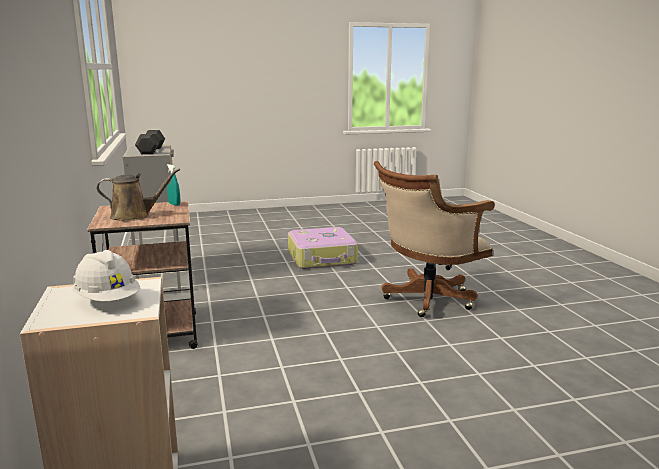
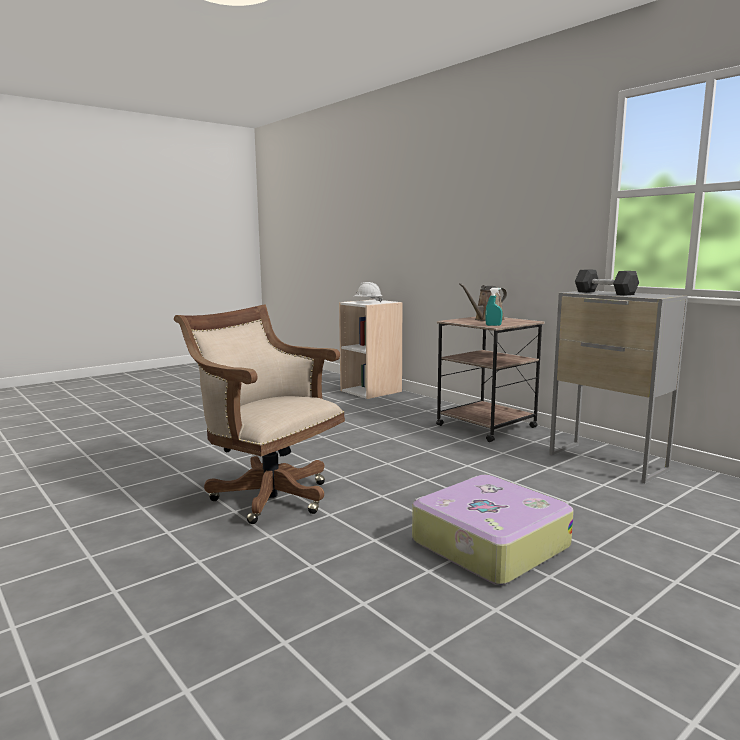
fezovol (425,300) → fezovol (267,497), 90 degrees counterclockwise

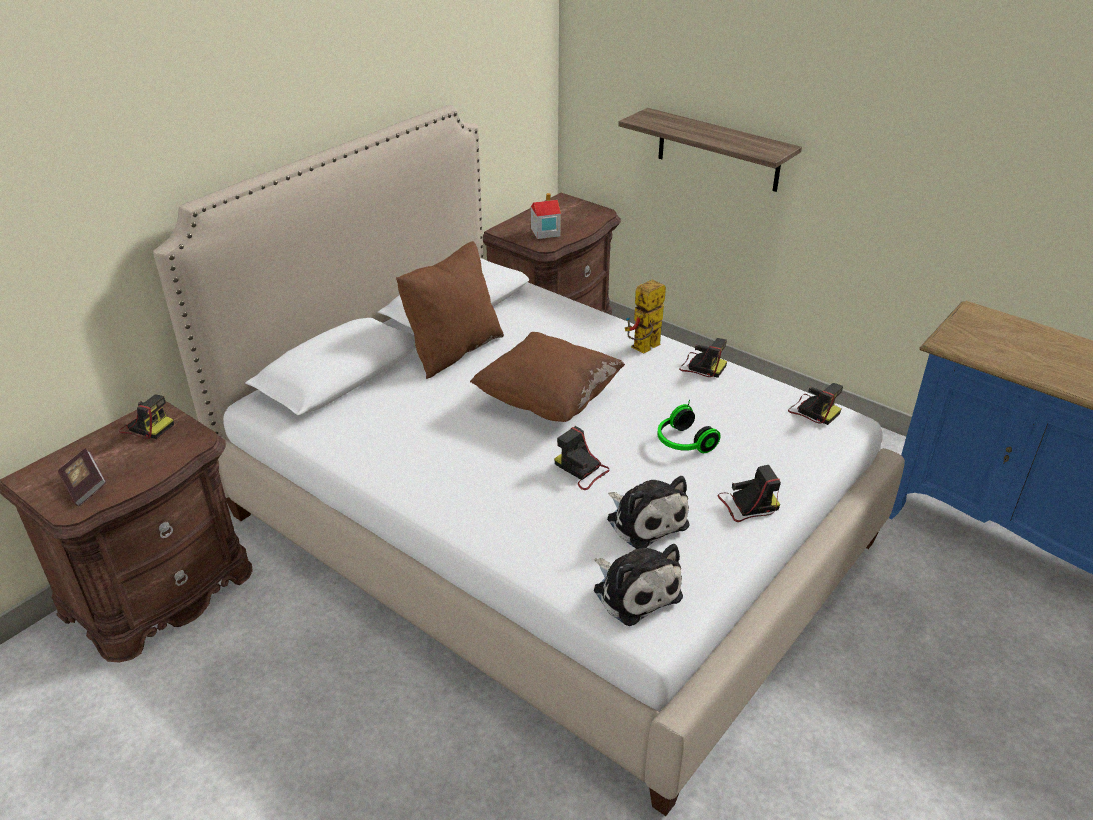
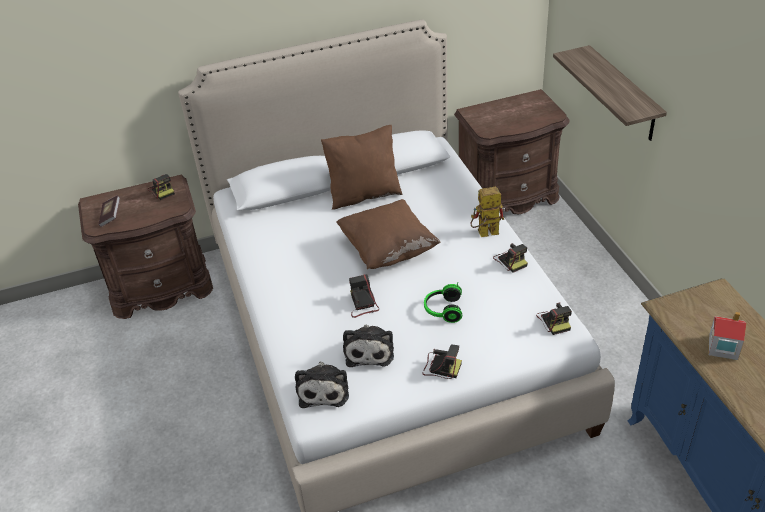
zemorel (545,232) → zemorel (722,347), shifted

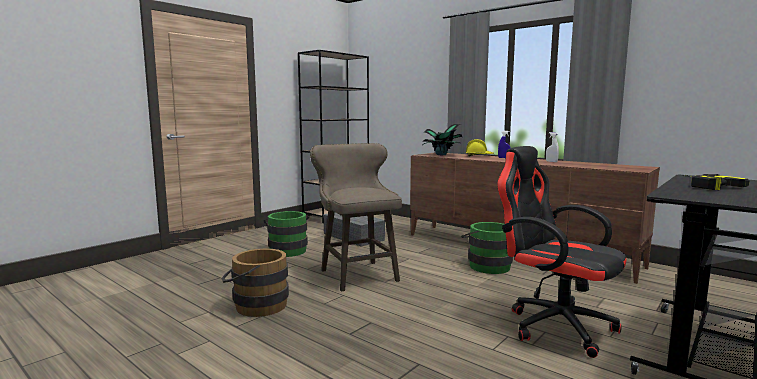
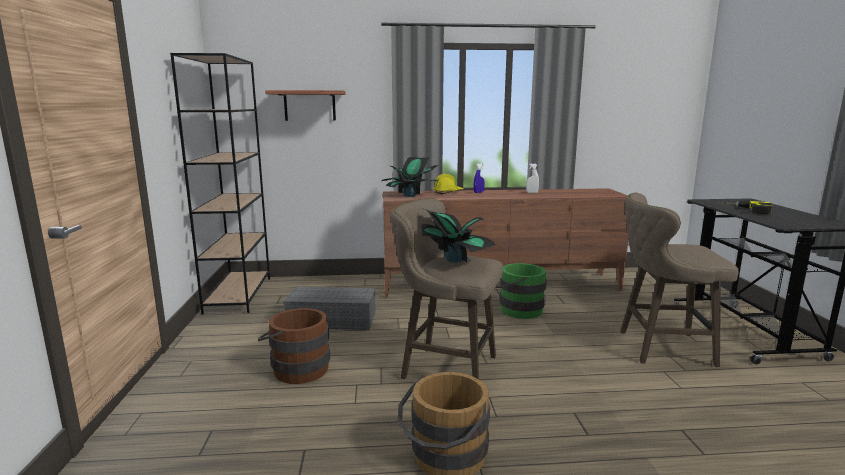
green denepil (287,250) → brown denepil (296,368)
black fezovol (553,325) → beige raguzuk (660,347)
- → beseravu (309,105)
- → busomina (454,260)

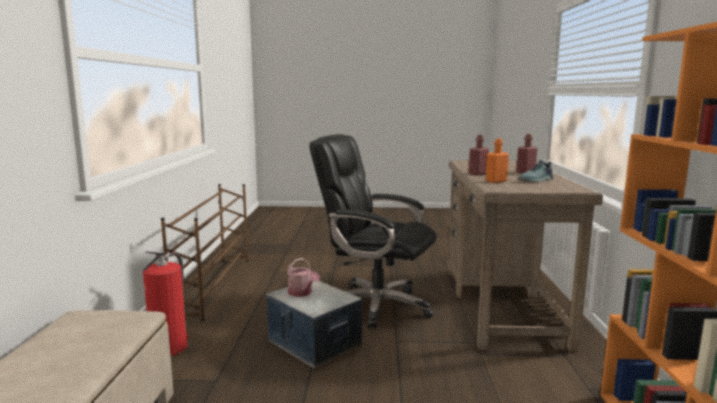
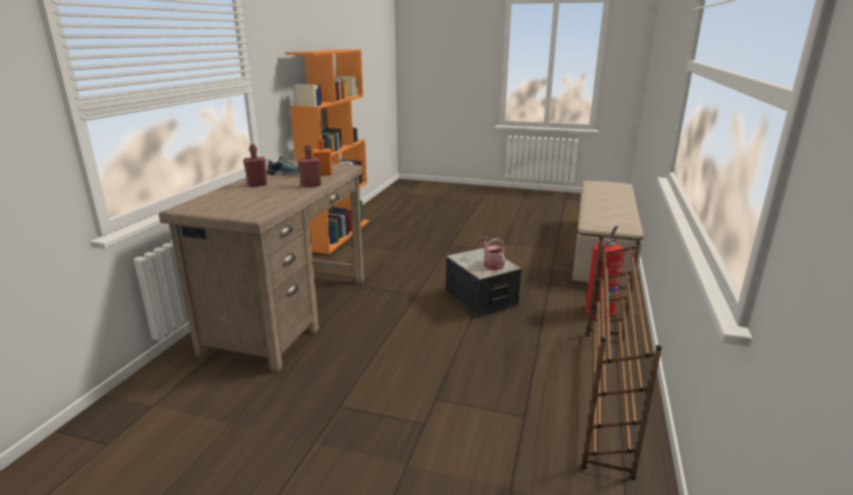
black fezovol (375,306) → -

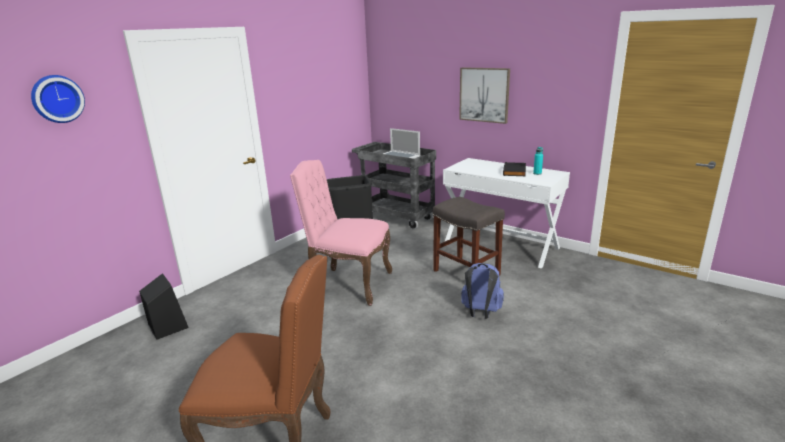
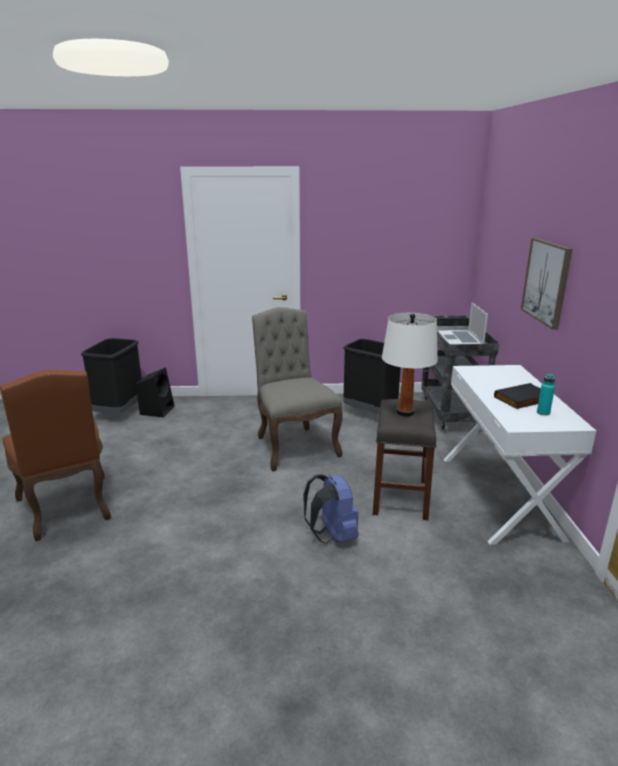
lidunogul (57,99) → -
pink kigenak (350,284) → grey kigenak (294,446)
- → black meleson (119,412)
- → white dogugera (405,412)

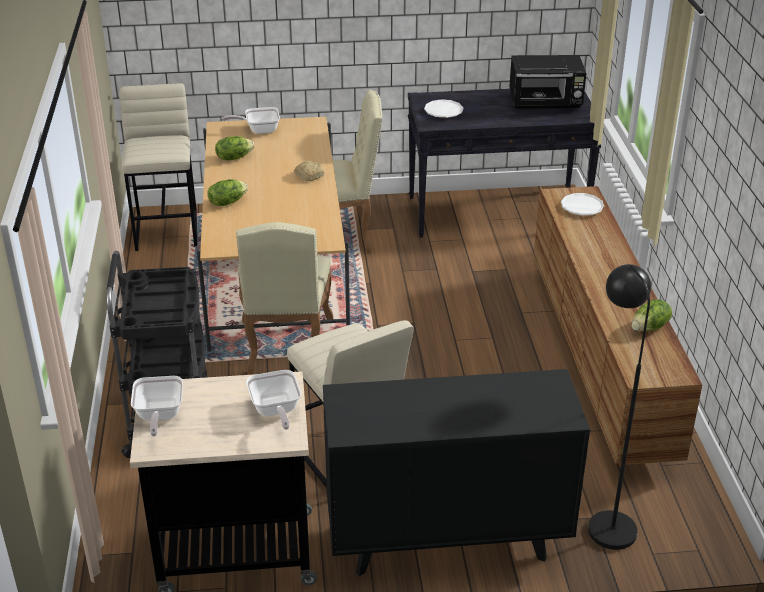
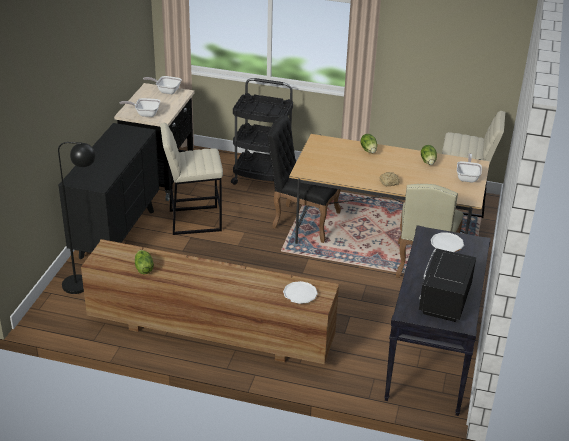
beige kigenak (286,348) → black kigenak (304,221)

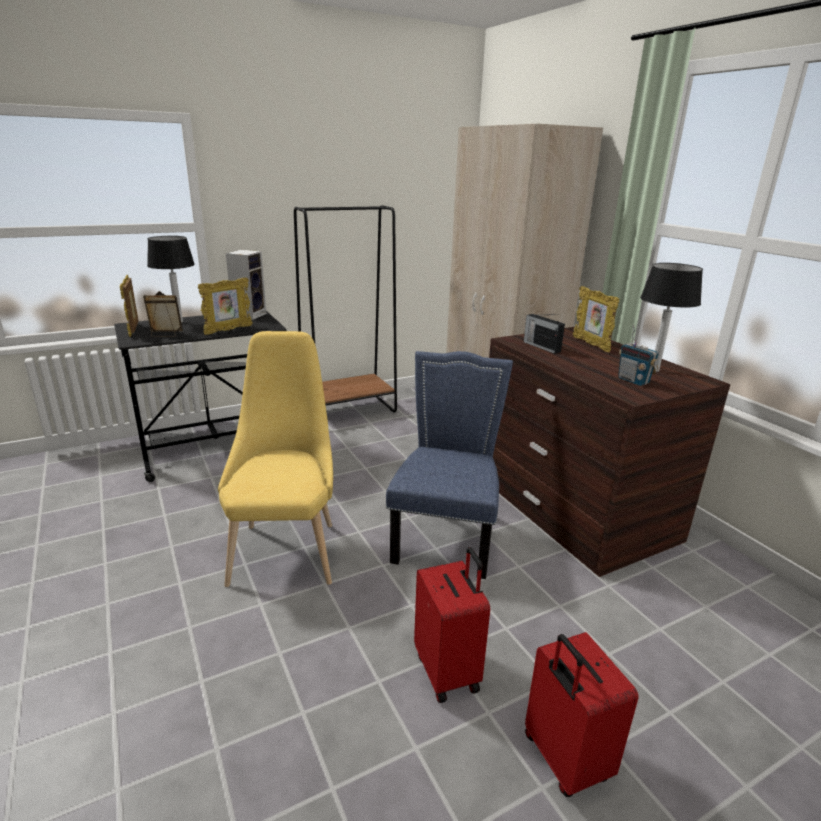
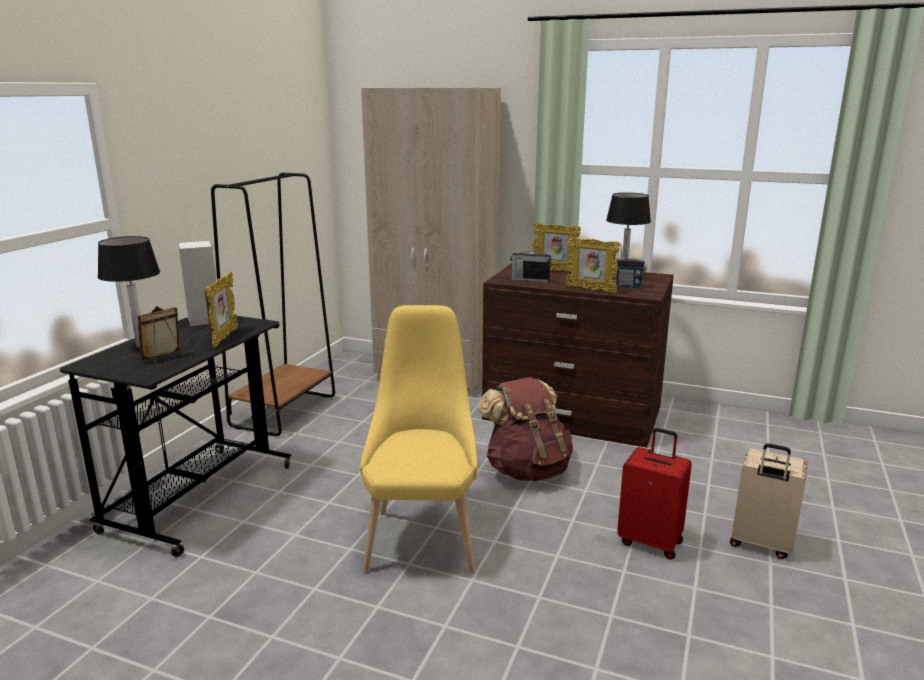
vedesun (134,330) → vedesun (590,289), shifted
yellow kigenak (286,548) → yellow kigenak (422,535), 45 degrees clockwise
blue kigenak (445,538) → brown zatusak (527,470)
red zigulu (563,759) → beige zigulu (760,545)

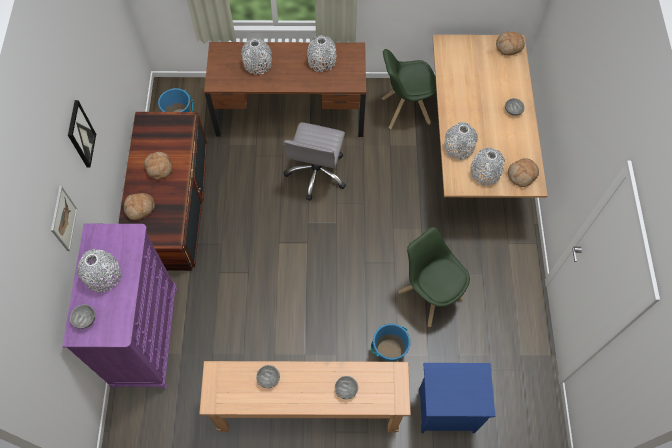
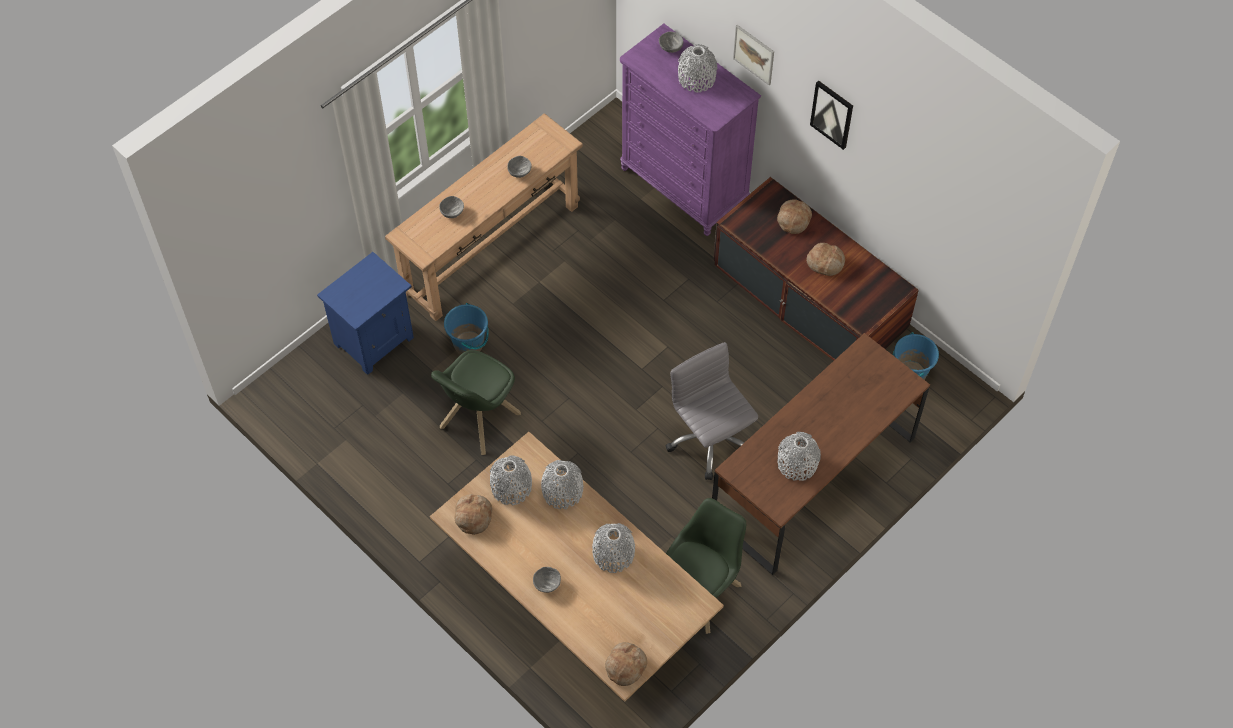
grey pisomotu (257,63) → grey pisomotu (613,554), shifted
green kigenak (429,295) → green kigenak (479,420), 120 degrees clockwise

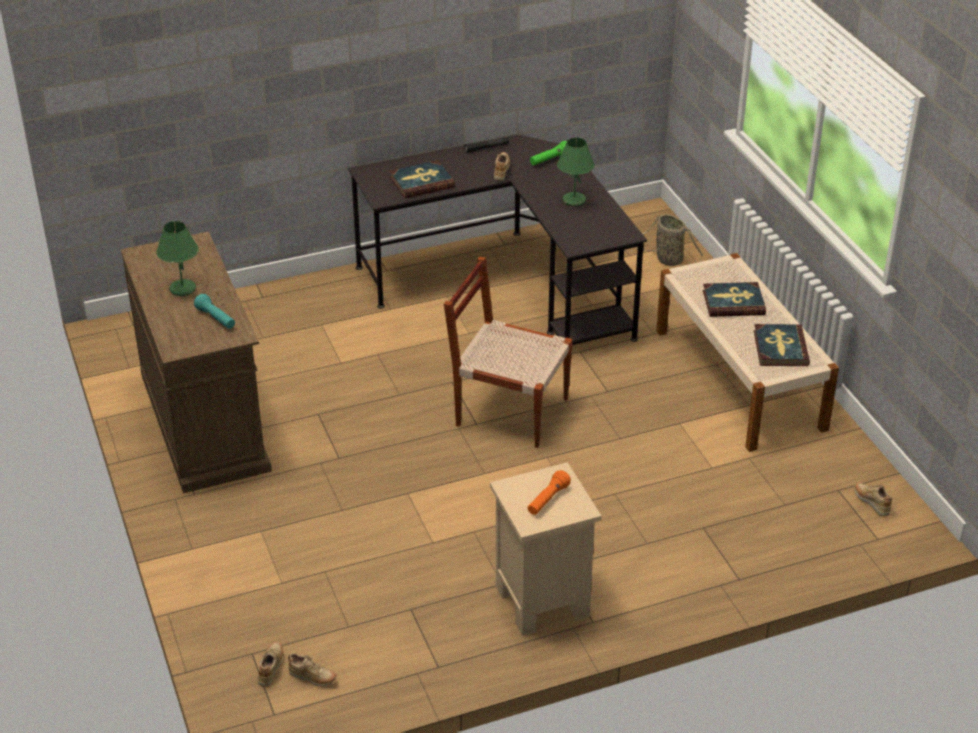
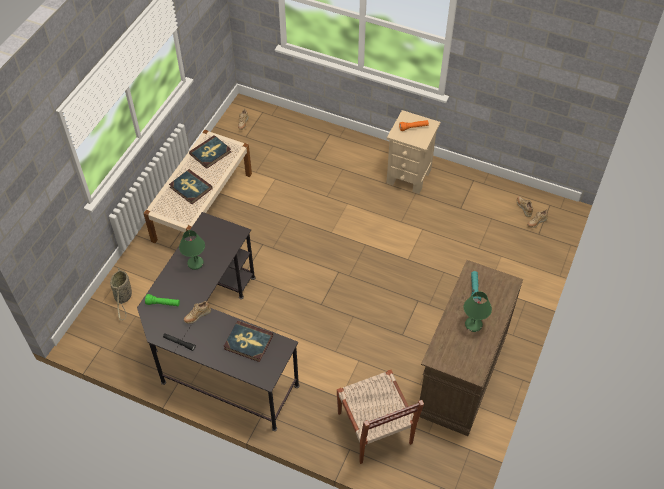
kigenak (509,411) → kigenak (375,431), shifted

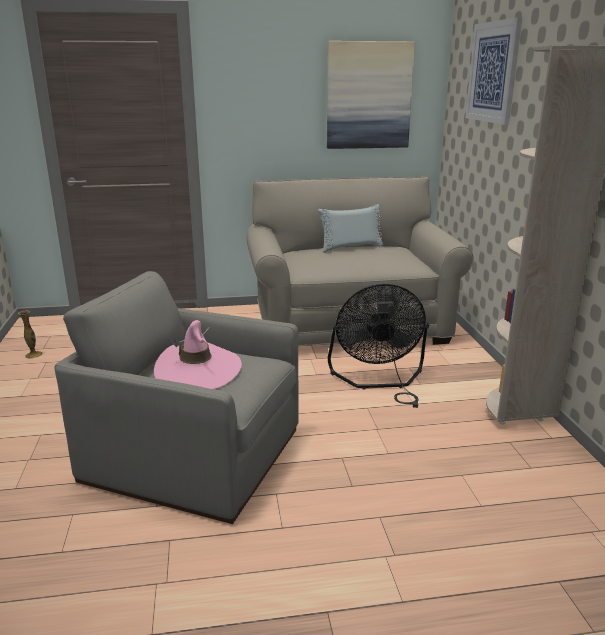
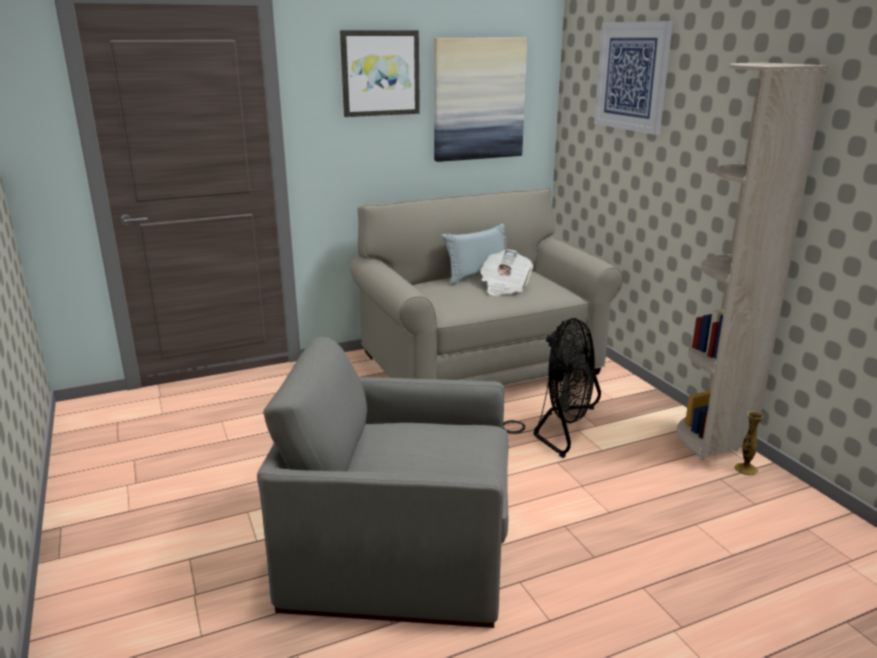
pisomotu (34,355) → pisomotu (746,469), shifted
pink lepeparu (198,370) → -
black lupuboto (383,381) → black lupuboto (556,428), 135 degrees clockwise
- → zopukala (380,73)
- → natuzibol (504,287)

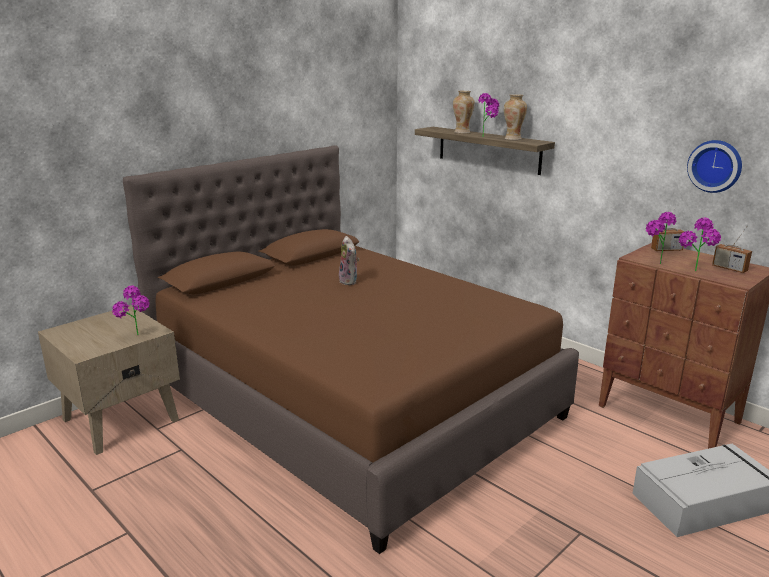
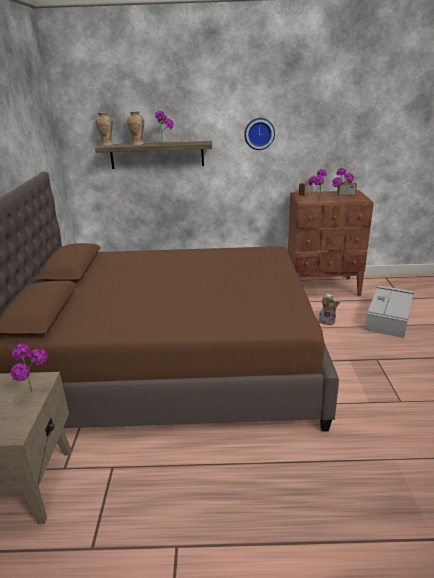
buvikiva (350,281) → buvikiva (327,321), shifted
pisomotu (513,139) → pisomotu (107,145), shifted
lidunogul (715,166) → lidunogul (259,133), shifted

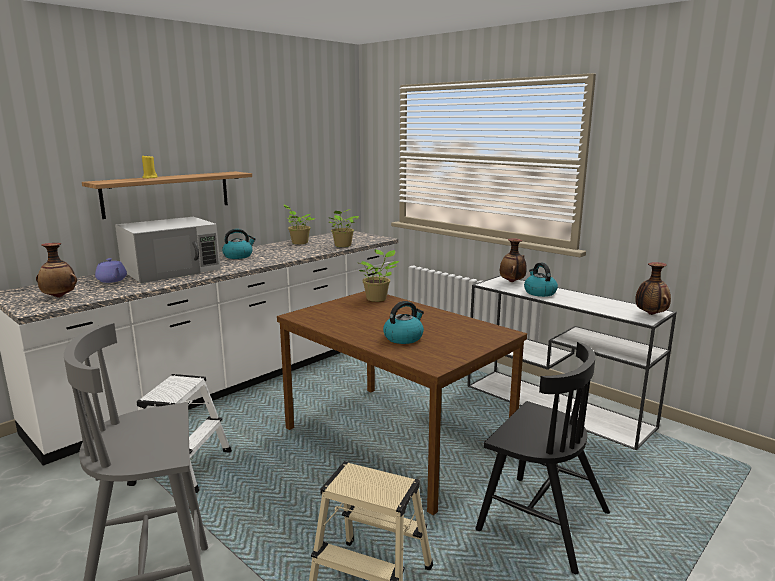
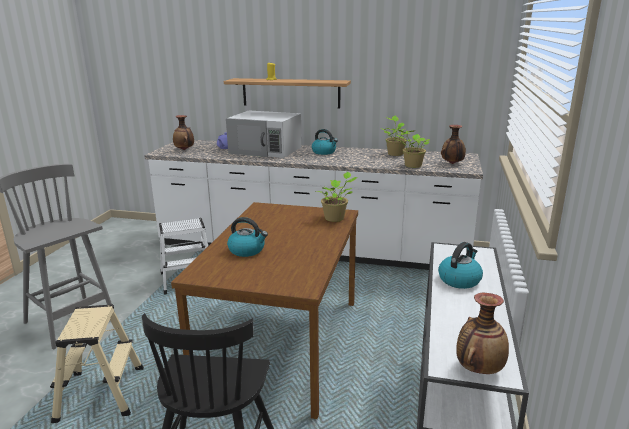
pisomotu (512,282) → pisomotu (452,163), shifted

